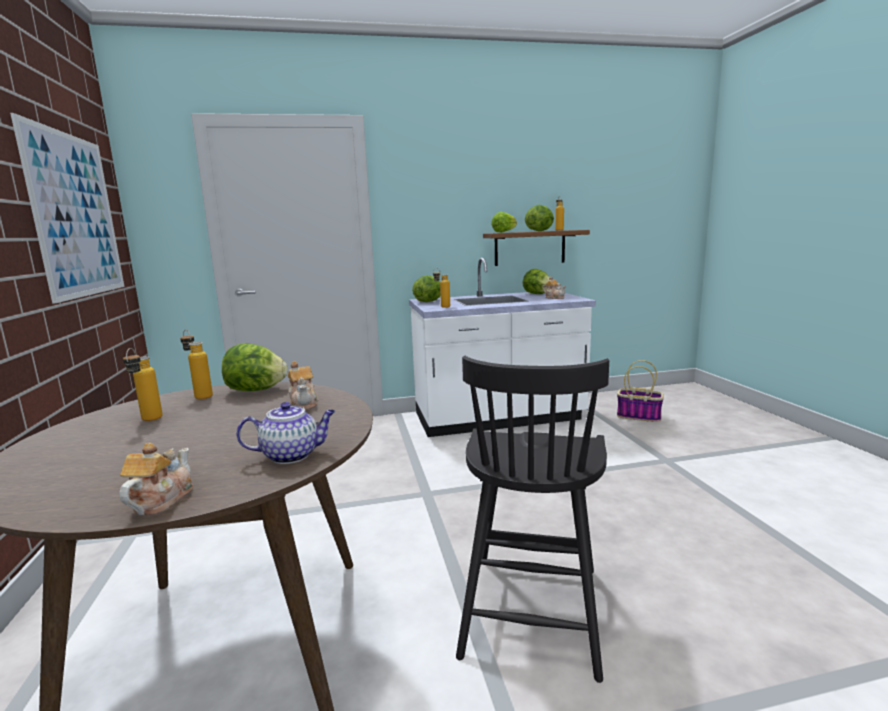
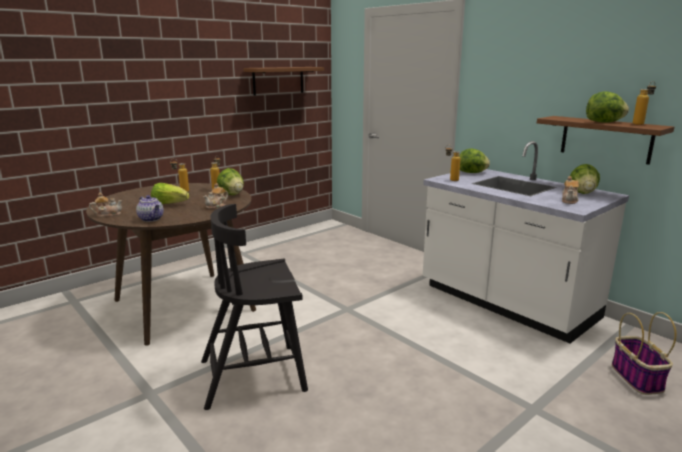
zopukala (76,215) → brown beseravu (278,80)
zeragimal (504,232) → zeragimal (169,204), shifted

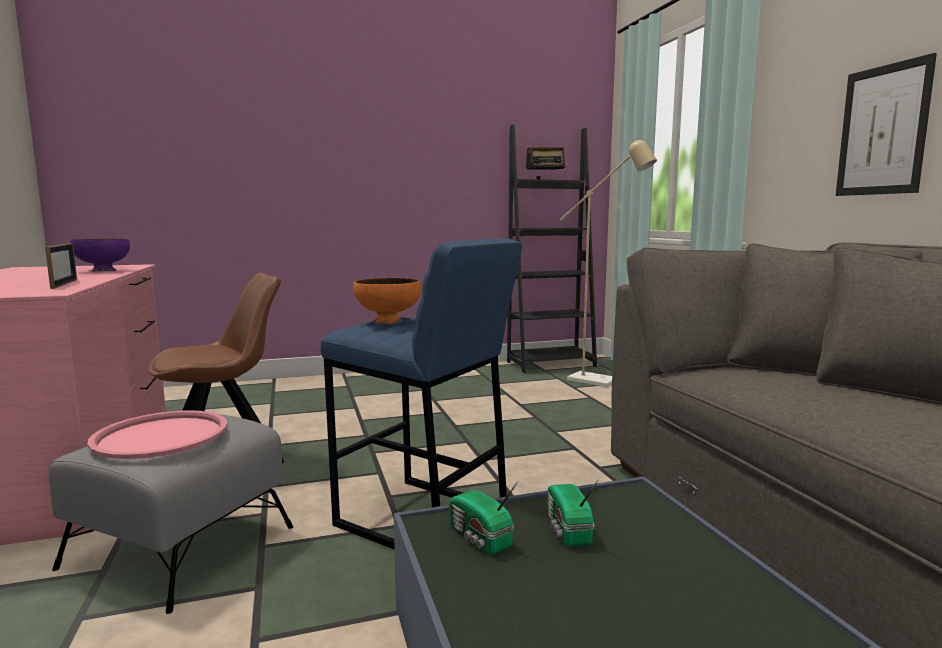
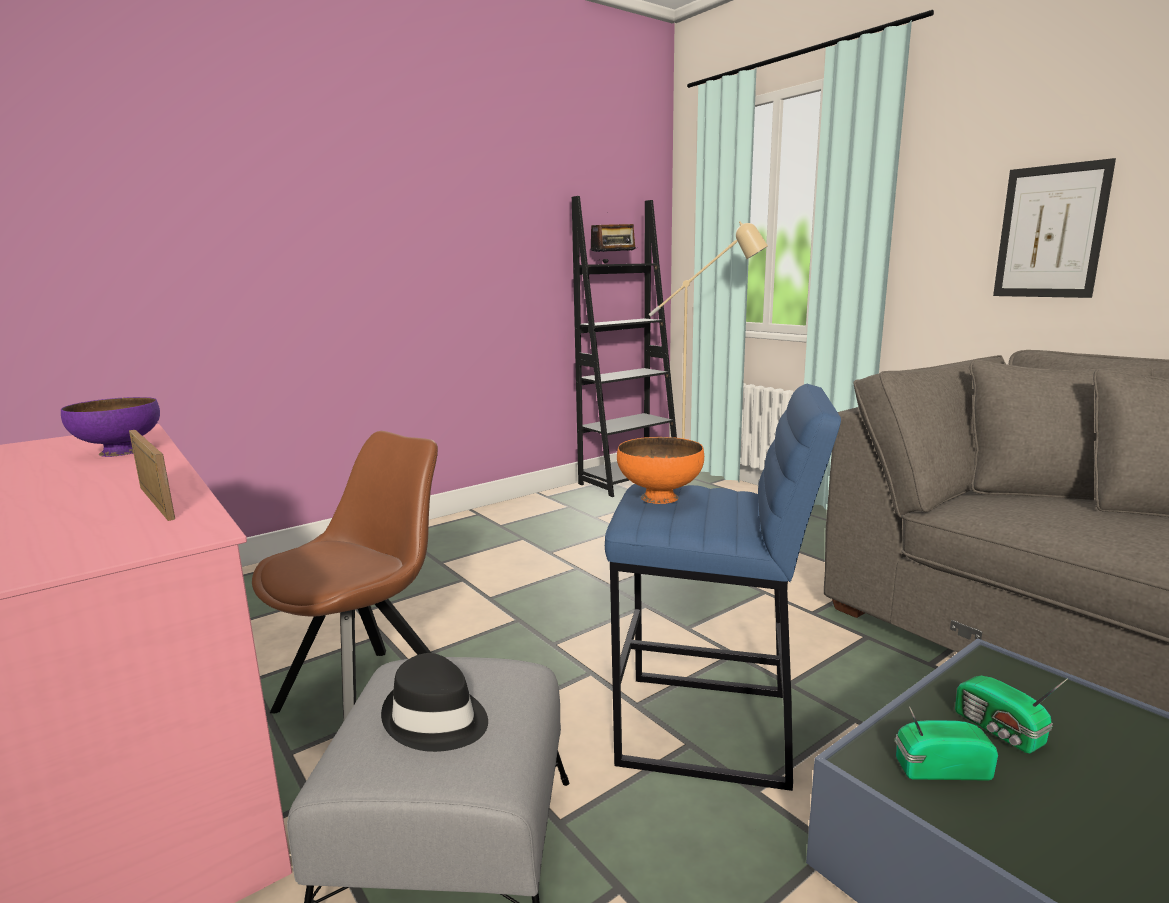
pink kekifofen (161,436) → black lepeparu (435,720)
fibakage (479,538) → fibakage (938,767), 150 degrees clockwise

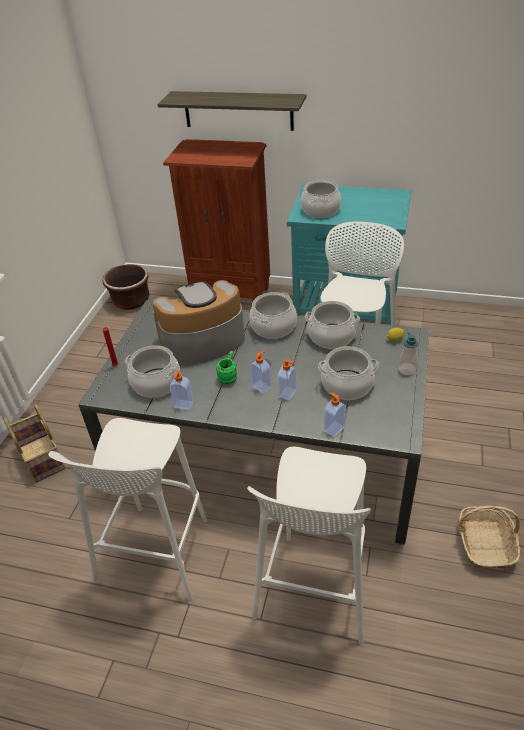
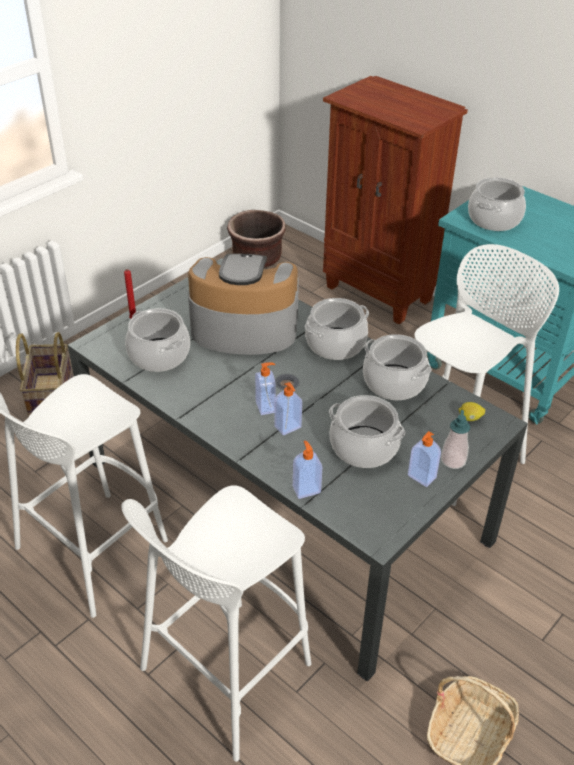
beseravu (238,110) → -
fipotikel (183,405) → fipotikel (421,477), shifted
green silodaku (229,377) → -

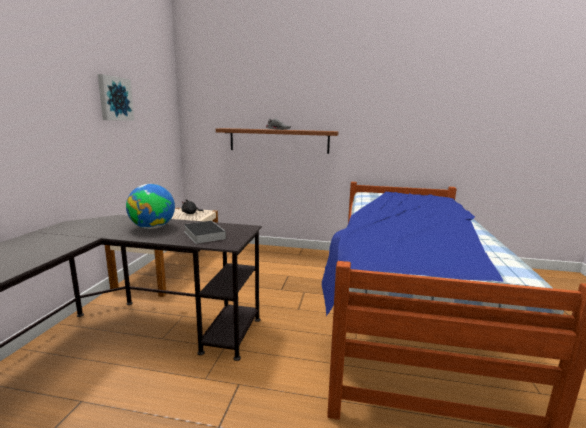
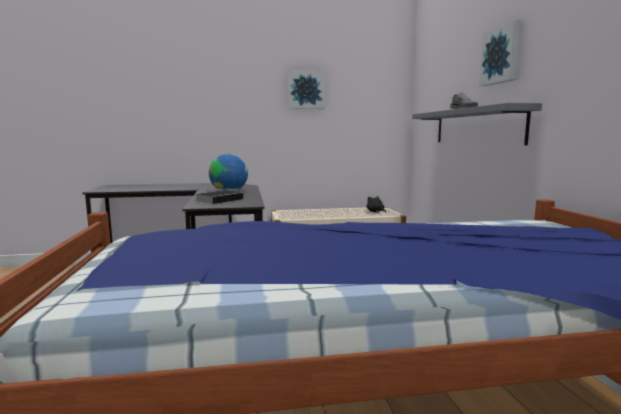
brown beseravu (279,140) → grey beseravu (476,126)
- → zopukala (502,55)

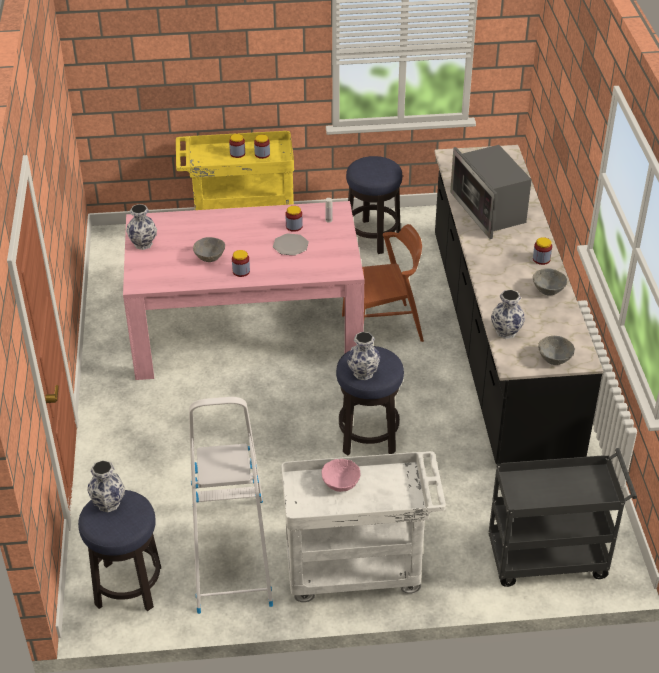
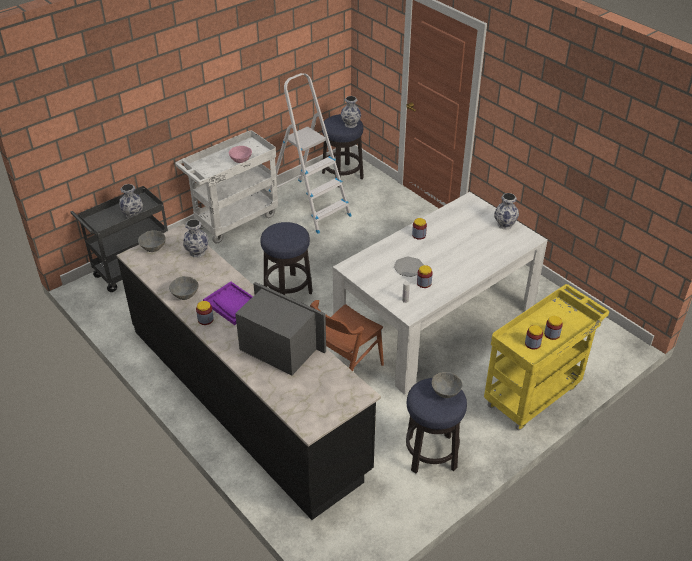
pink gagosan (247,330) → white gagosan (435,320)
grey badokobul (209,258) → grey badokobul (445,392), shifted
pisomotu (363,373) → pisomotu (132,214), shifted
- → purple kekifofen (232,304)

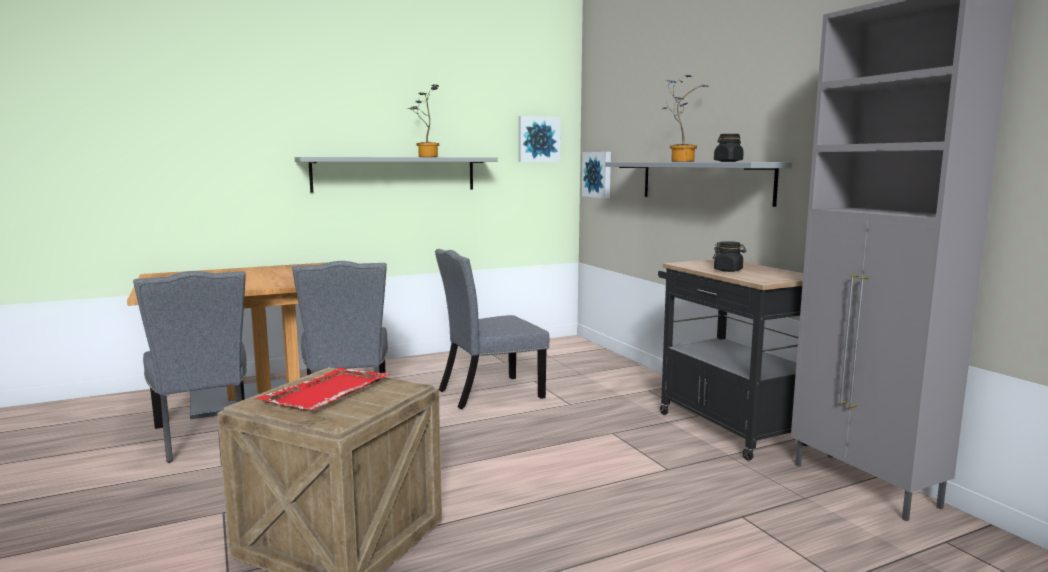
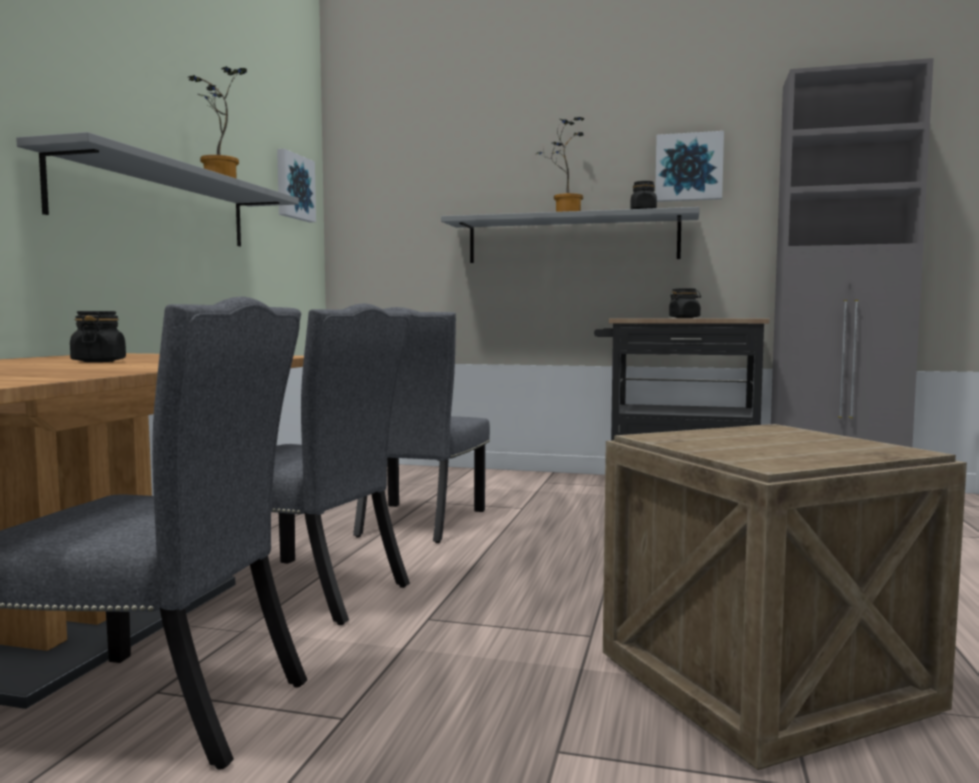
red kekifofen (325,392) → -
zopukala (598,174) → zopukala (689,167), shifted
- → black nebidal (99,361)

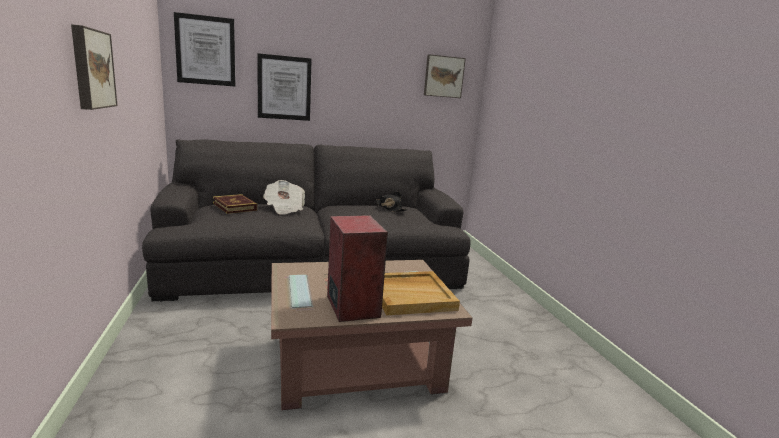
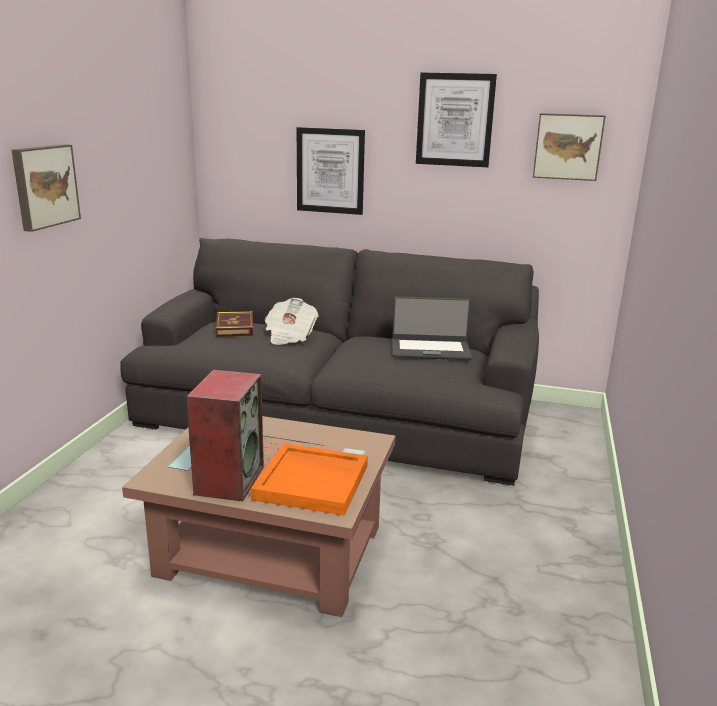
zopukala (205,50) → zopukala (455,120), shifted
black lepeparu (390,208) → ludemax (430,350)
beige kekifofen (411,295) → orange kekifofen (313,482)

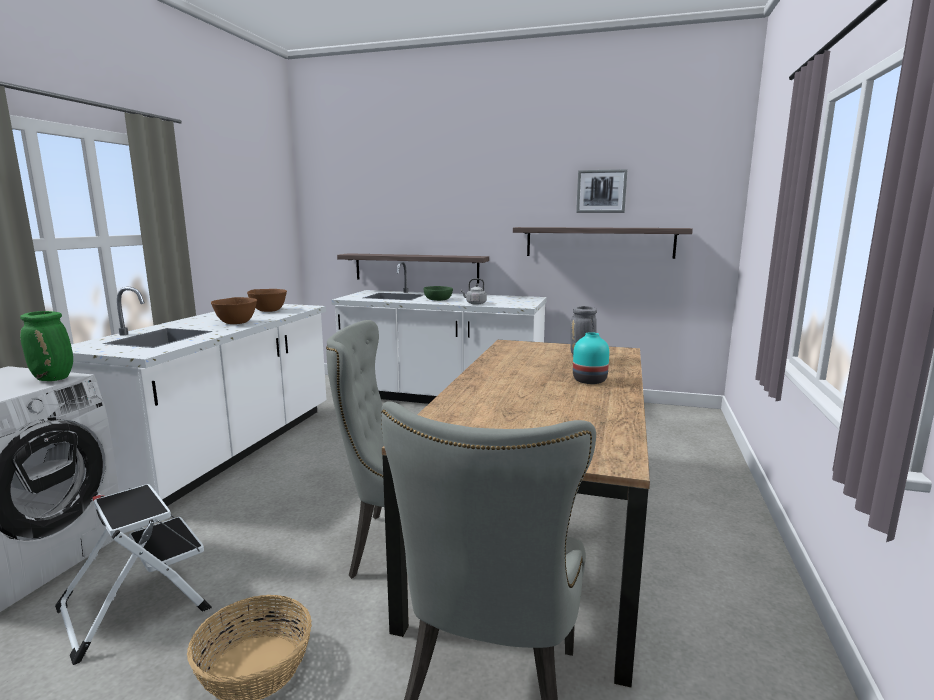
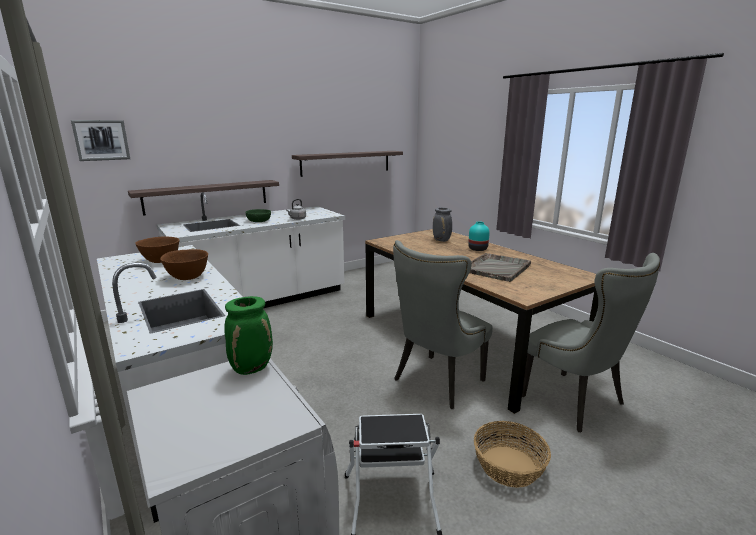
zopukala (601,191) → zopukala (101,140), shifted
- → grey kekifofen (497,268)

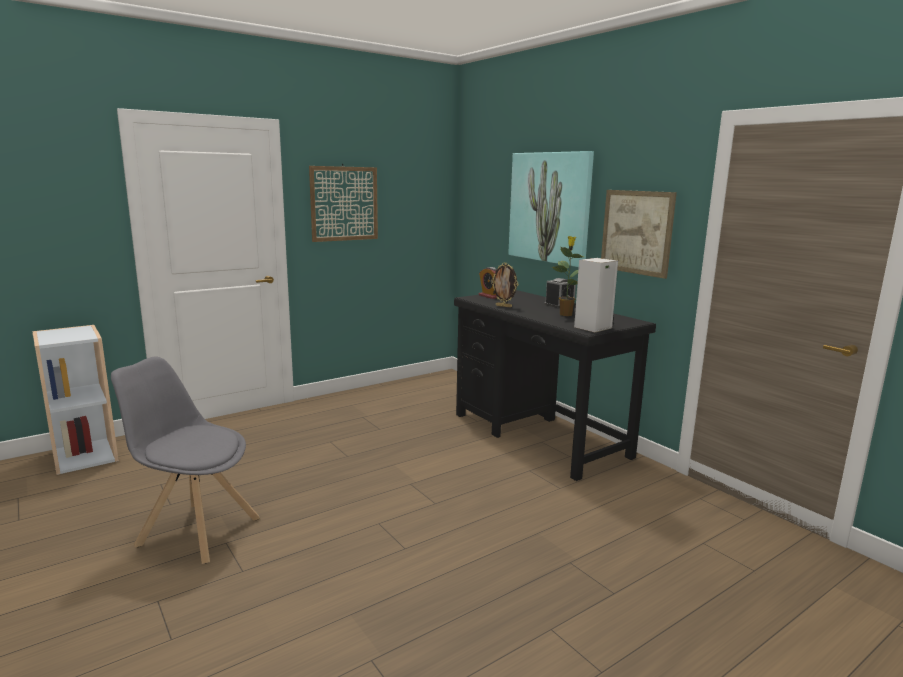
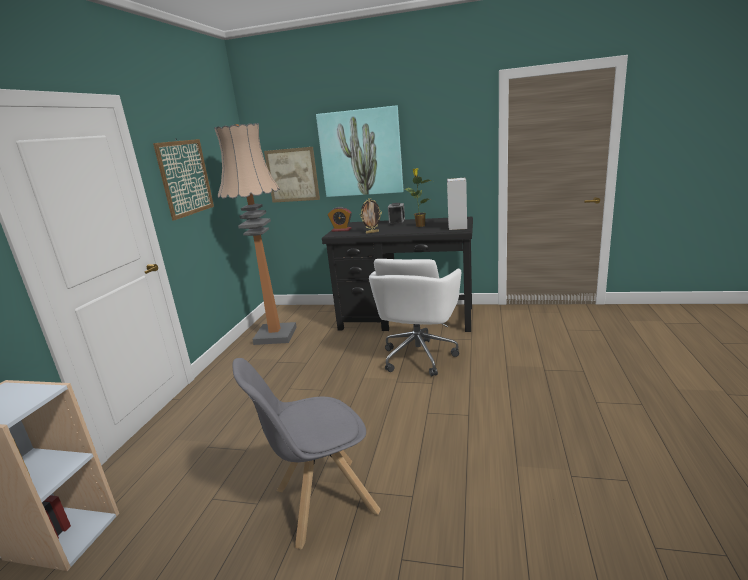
zopukala (636,232) → zopukala (292,175), shifted
- → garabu (275,335)
- → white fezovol (419,355)

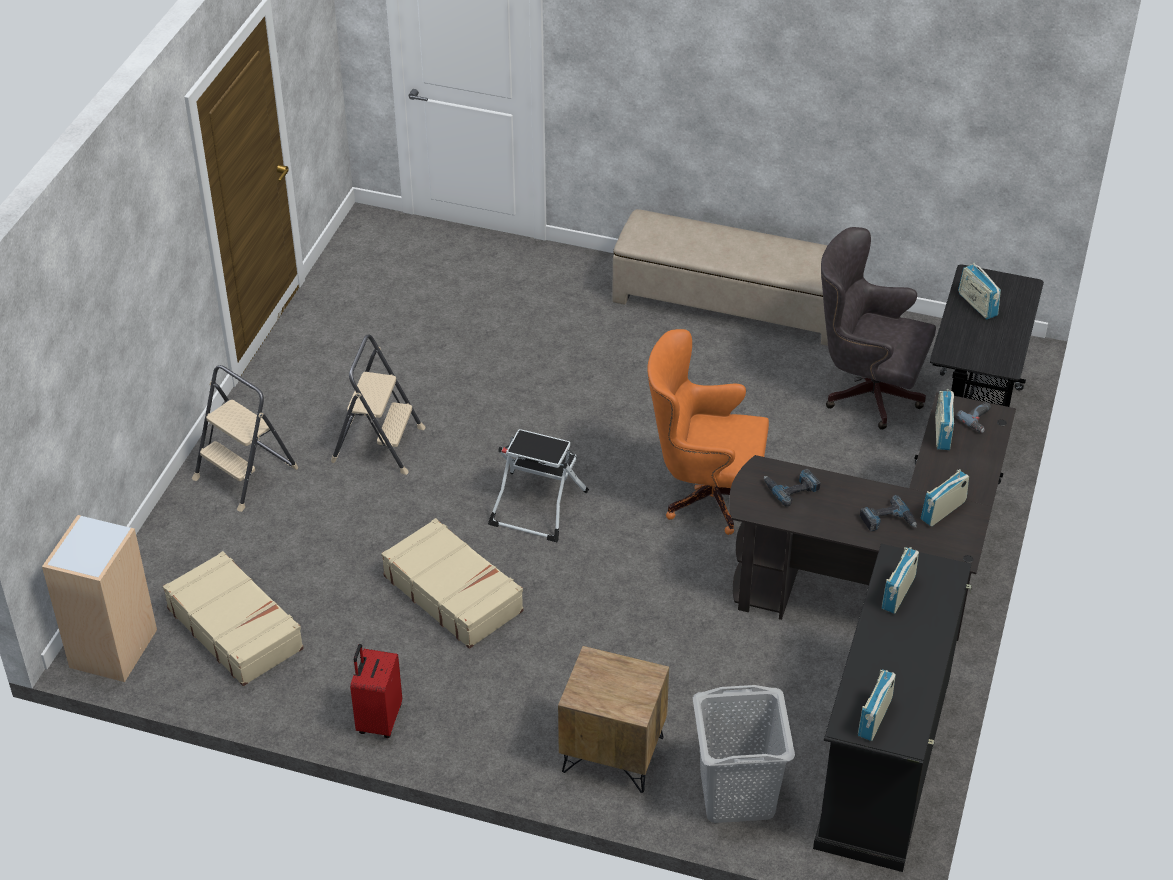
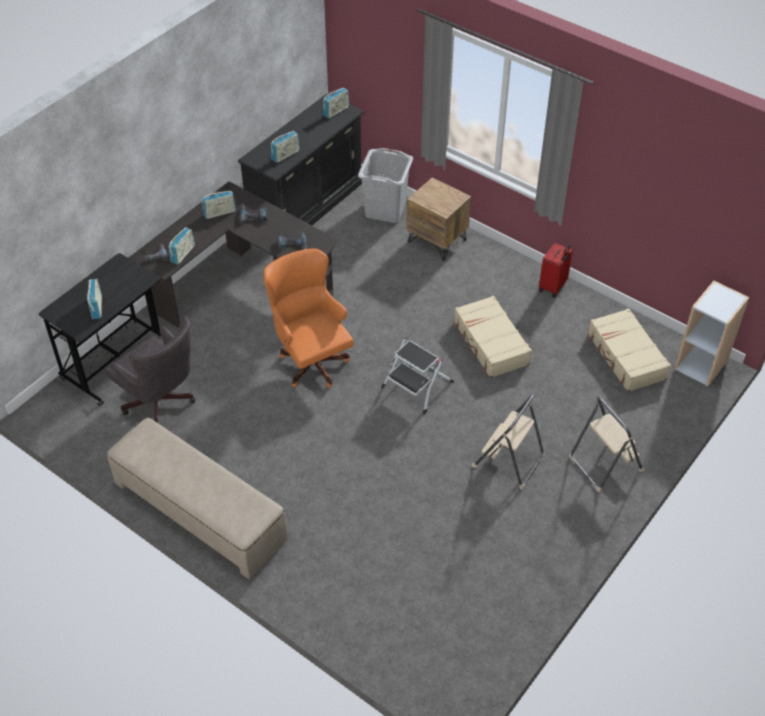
orange fezovol (705,497) → orange fezovol (311,361), 150 degrees counterclockwise

